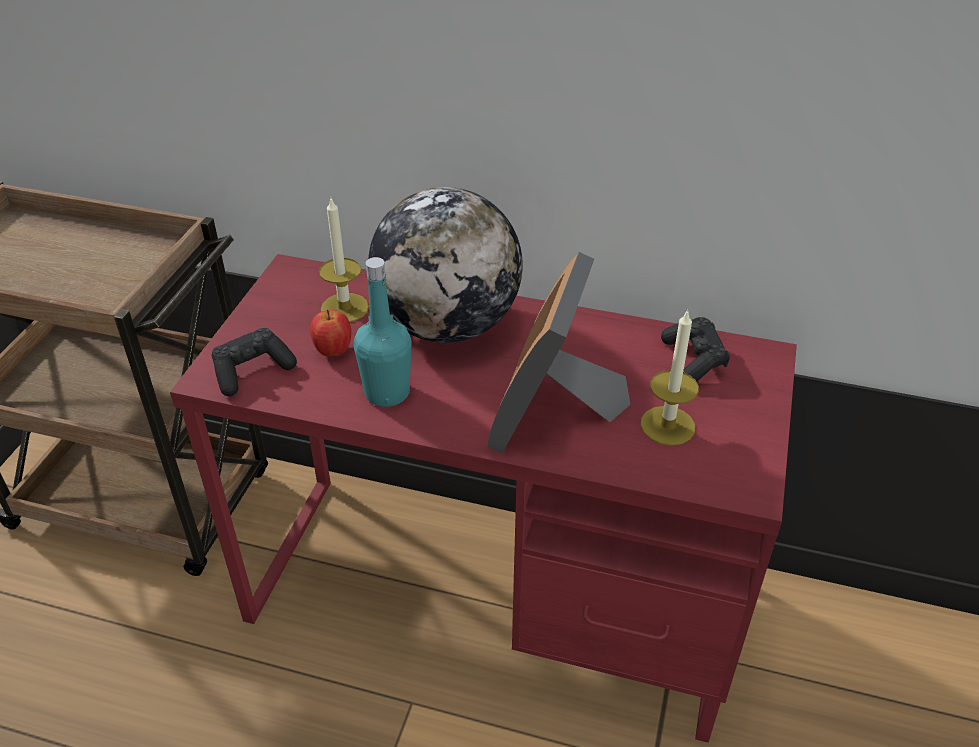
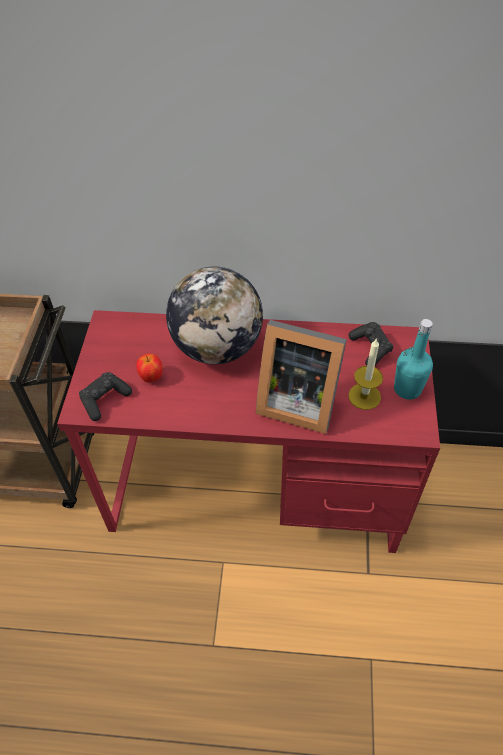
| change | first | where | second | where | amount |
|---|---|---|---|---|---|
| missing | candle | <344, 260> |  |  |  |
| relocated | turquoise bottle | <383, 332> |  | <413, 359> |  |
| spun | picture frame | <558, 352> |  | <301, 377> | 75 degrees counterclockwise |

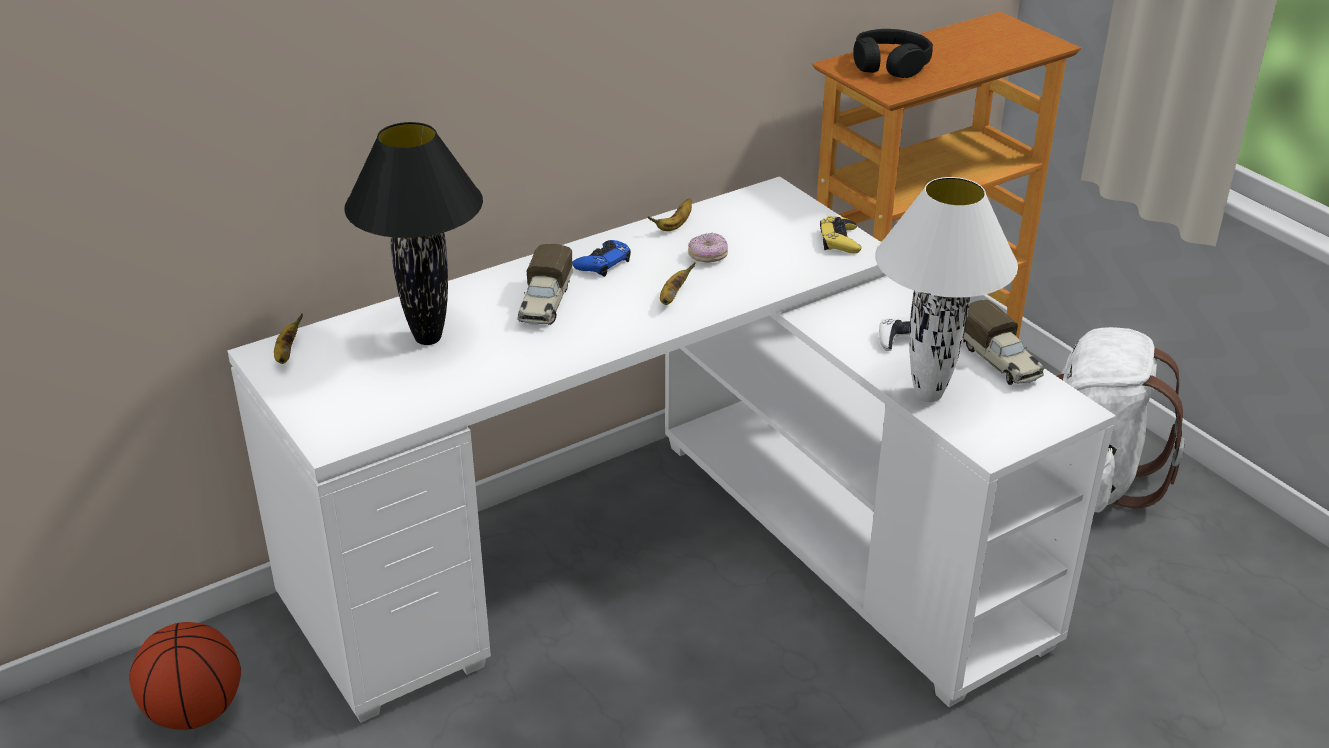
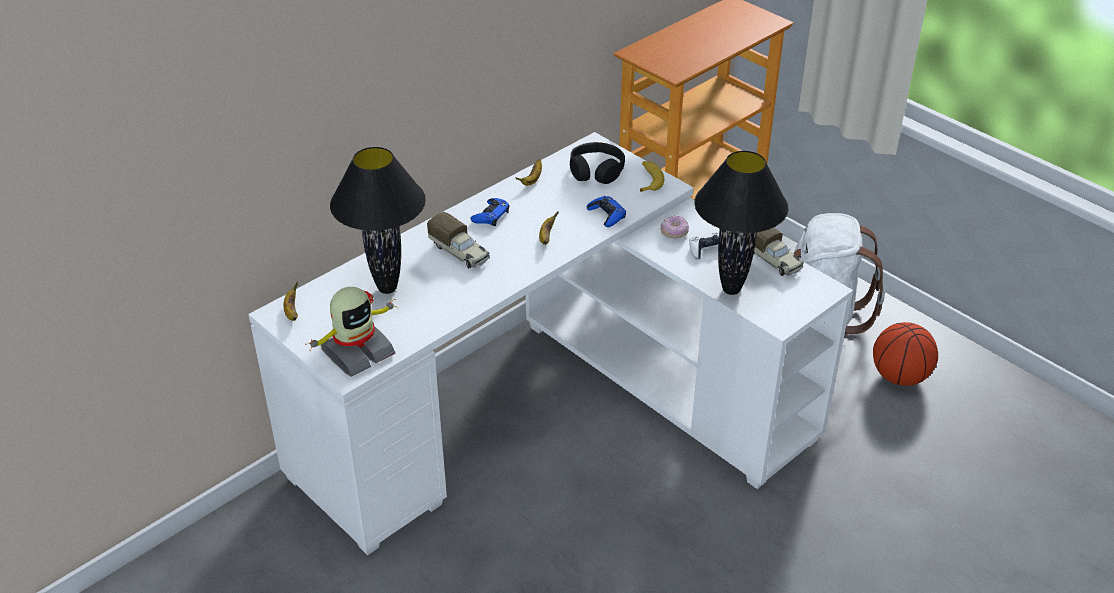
| change | first | where | second | where | amount |
|---|---|---|---|---|---|
| appeared |  |  | toy robot | <351, 332> |  |
| appeared |  |  | blue game controller | <606, 211> |  |
| relocated | basketball | <185, 676> |  | <905, 354> |  |
| relocated | donut | <708, 248> |  | <674, 226> |  |
| relocated | black headphones | <893, 53> |  | <597, 163> |  |
| exchanged | yellow game controller | <840, 234> | banana | <652, 176> |  |
| colour | white table lamp | <946, 289> | black table lamp | <741, 223> |  |
| spun | toy truck | <545, 284> |  | <458, 240> | 45 degrees counterclockwise |

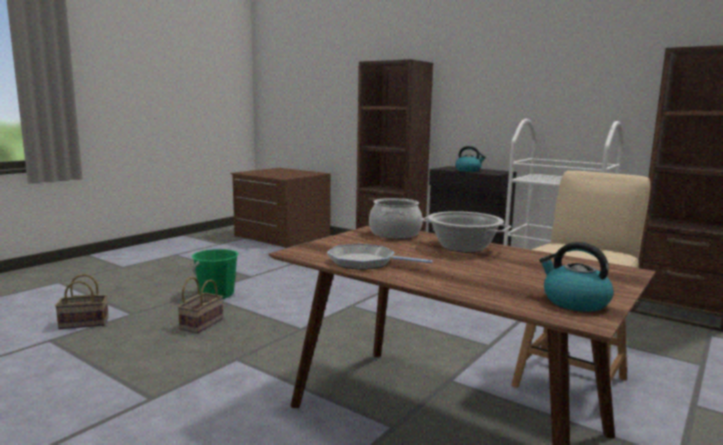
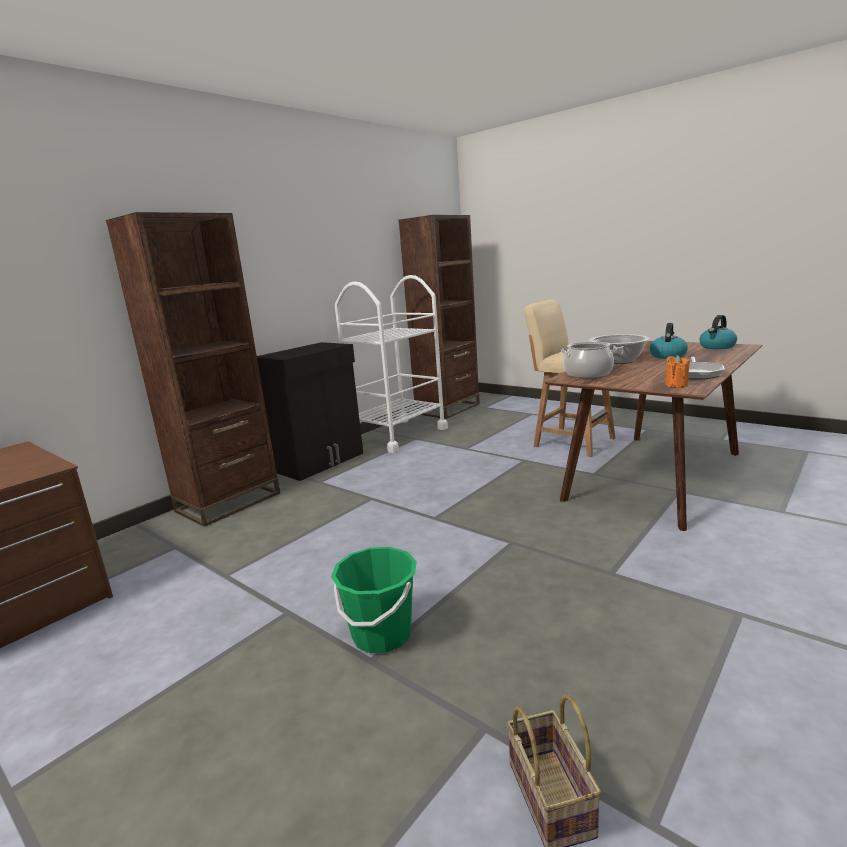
| change | first | where | second | where | amount |
|---|---|---|---|---|---|
| missing | basket | <200, 305> |  |  |  |
| appeared |  |  | orange candle | <677, 371> |  |
| relocated | kettle | <470, 159> |  | <669, 341> |  |

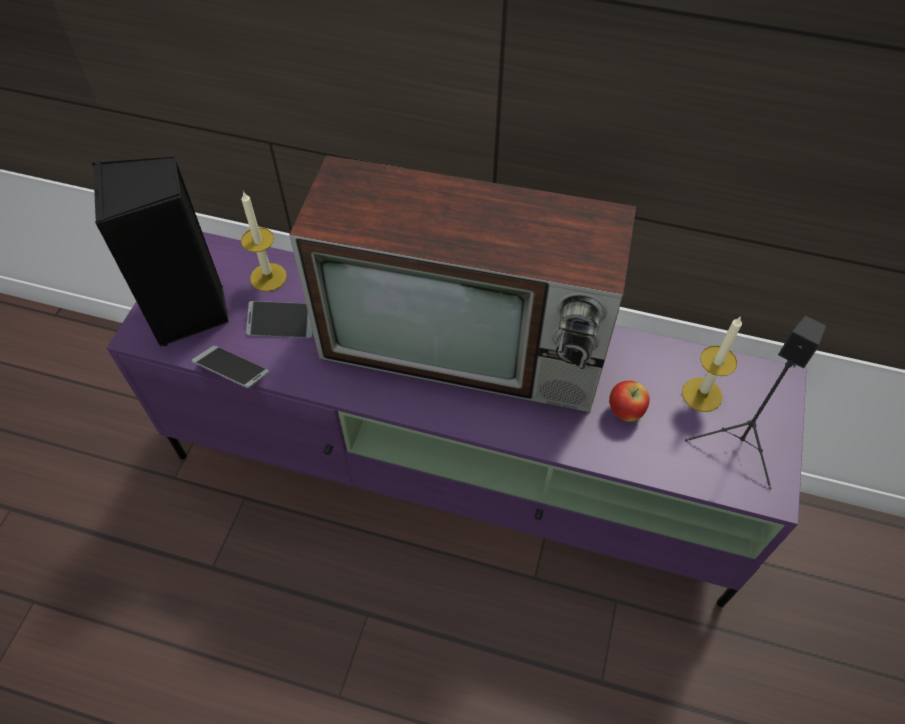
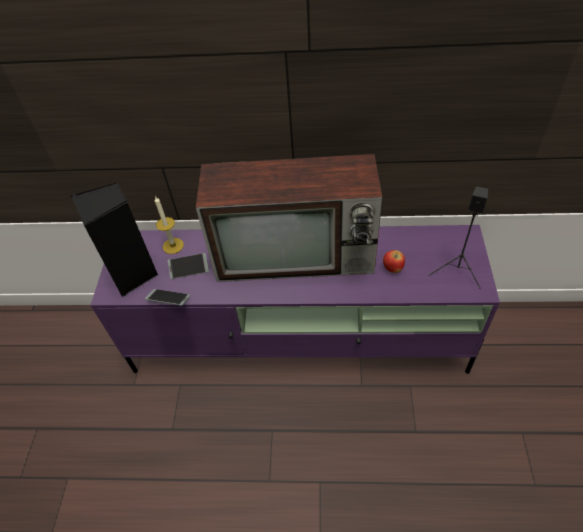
| change | first | where | second | where | amount |
|---|---|---|---|---|---|
| missing | candle | <712, 364> |  |  |  |

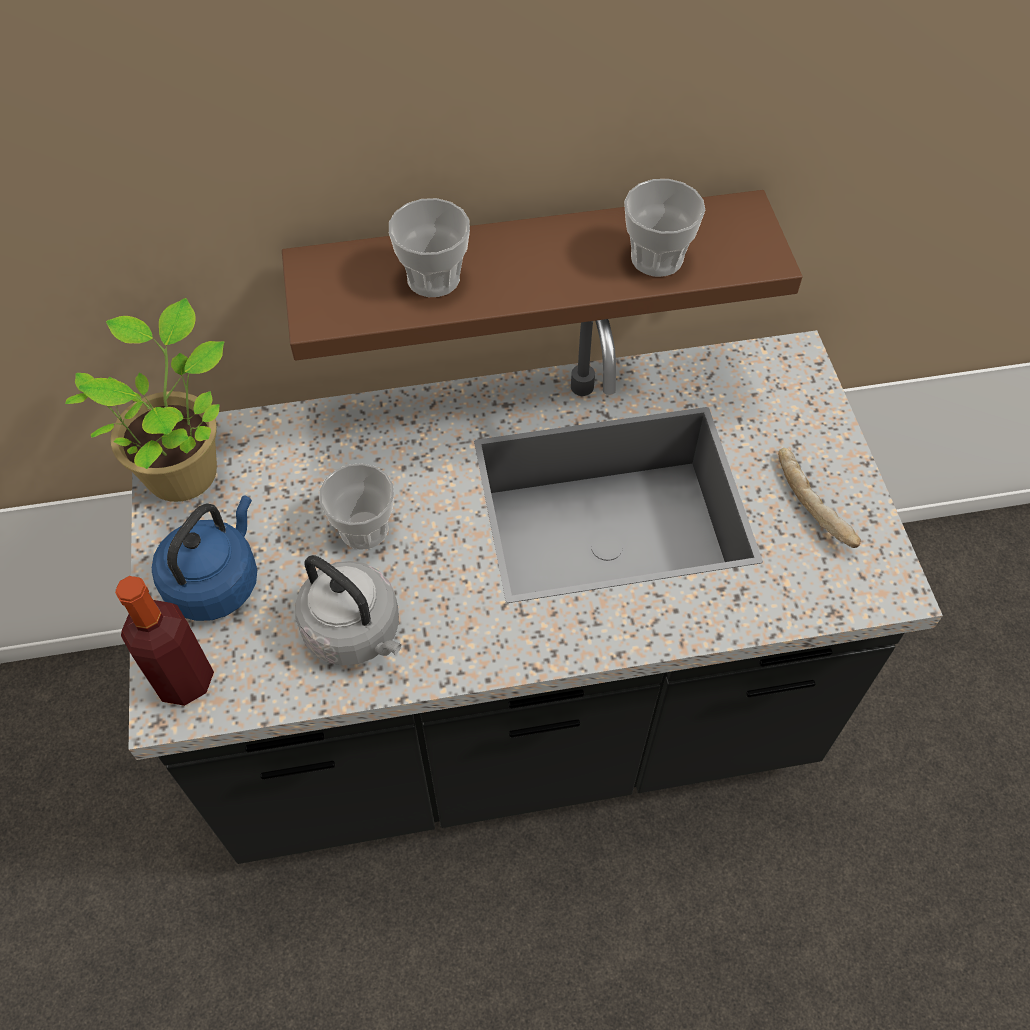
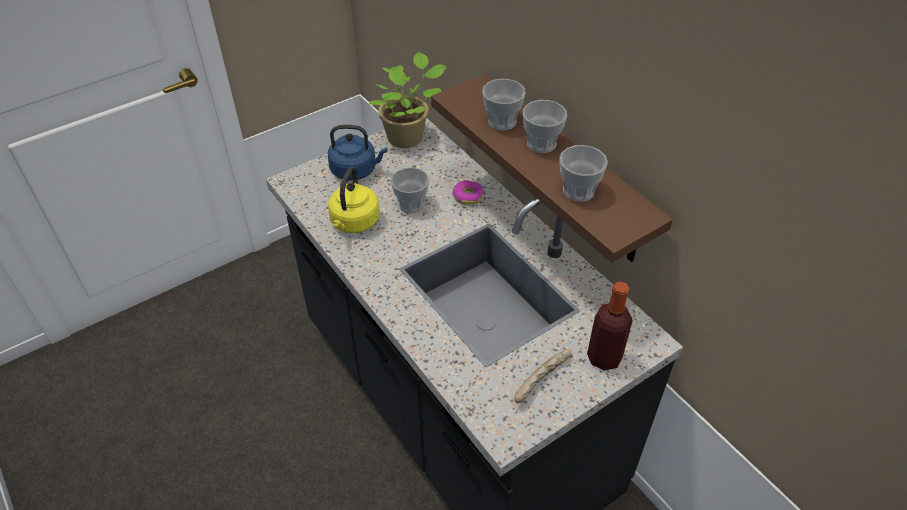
| change | first | where | second | where | amount |
|---|---|---|---|---|---|
| appeared |  |  | donut | <468, 193> |  |
| appeared |  |  | cup | <545, 126> |  |
| relocated | bottle | <164, 641> |  | <610, 326> |  |
| colour | grey kettle | <348, 610> | yellow kettle | <354, 200> |  |

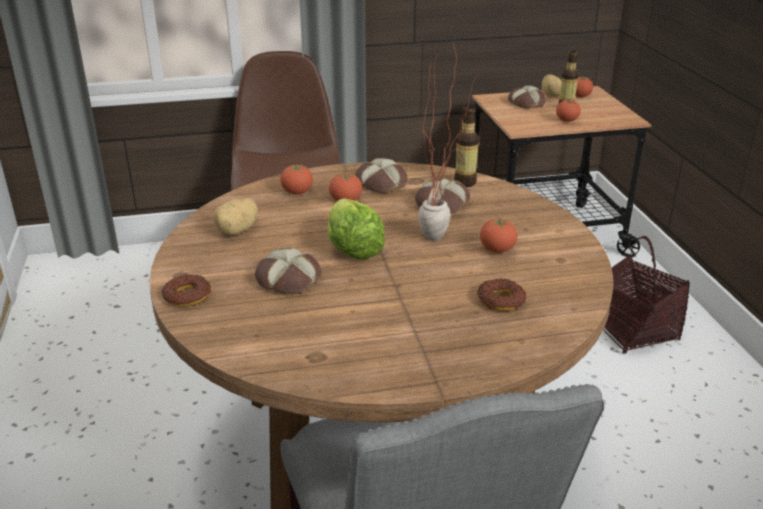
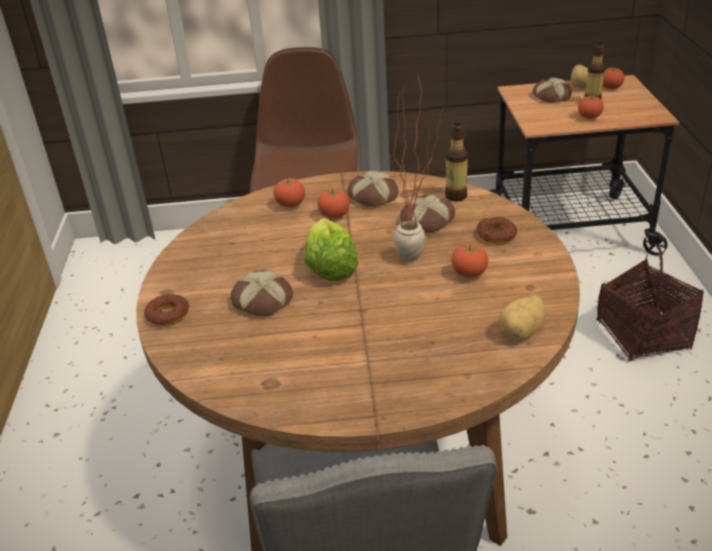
| change | first | where | second | where | amount |
|---|---|---|---|---|---|
| relocated | potato | <236, 216> |  | <522, 317> |  |
| relocated | donut | <501, 294> |  | <496, 230> |  |

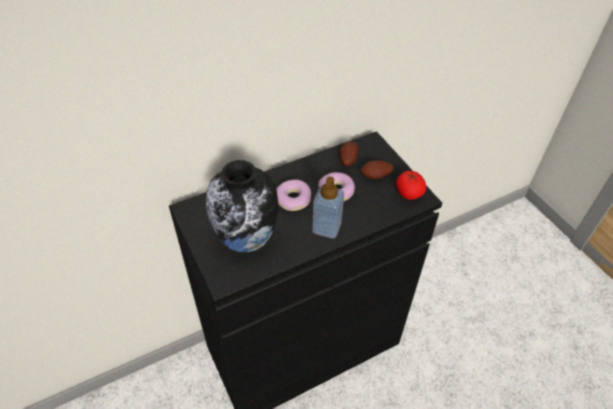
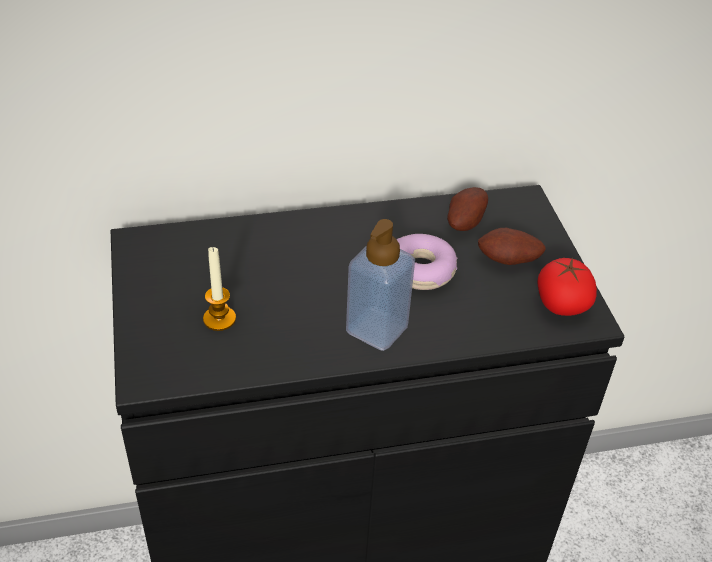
| change | first | where | second | where | amount |
|---|---|---|---|---|---|
| missing | donut | <293, 195> |  |  |  |
| exchanged | vase | <242, 206> | candle | <219, 289> |  |

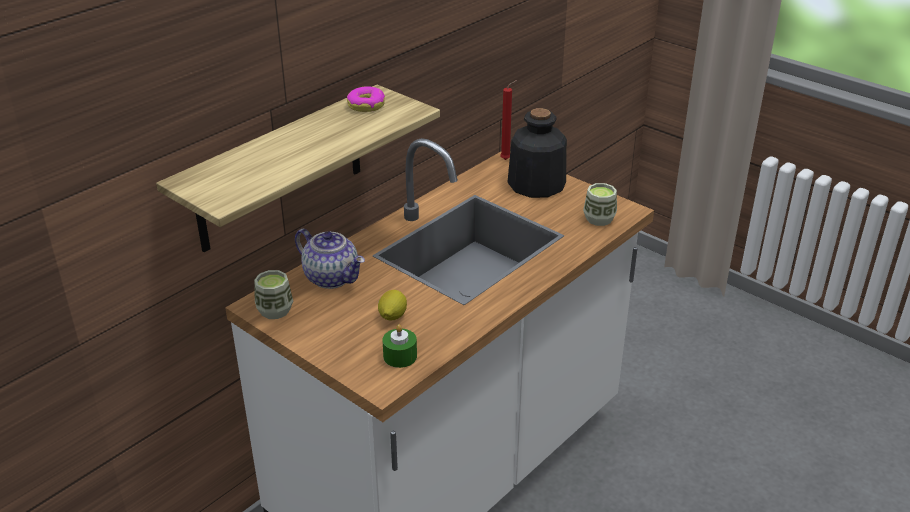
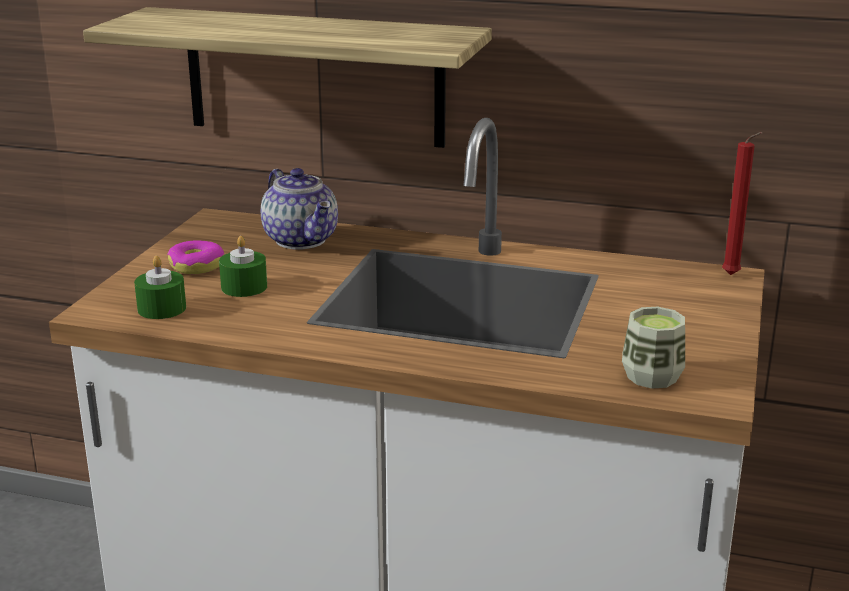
| change | first | where | second | where | amount |
|---|---|---|---|---|---|
| missing | cup | <273, 294> |  |  |  |
| missing | bottle | <537, 153> |  |  |  |
| relocated | donut | <366, 99> |  | <196, 257> |  |
| exchanged | lemon | <392, 305> | green candle | <243, 266> |  |
| spun | teapot | <330, 259> |  | <299, 209> | 45 degrees counterclockwise |

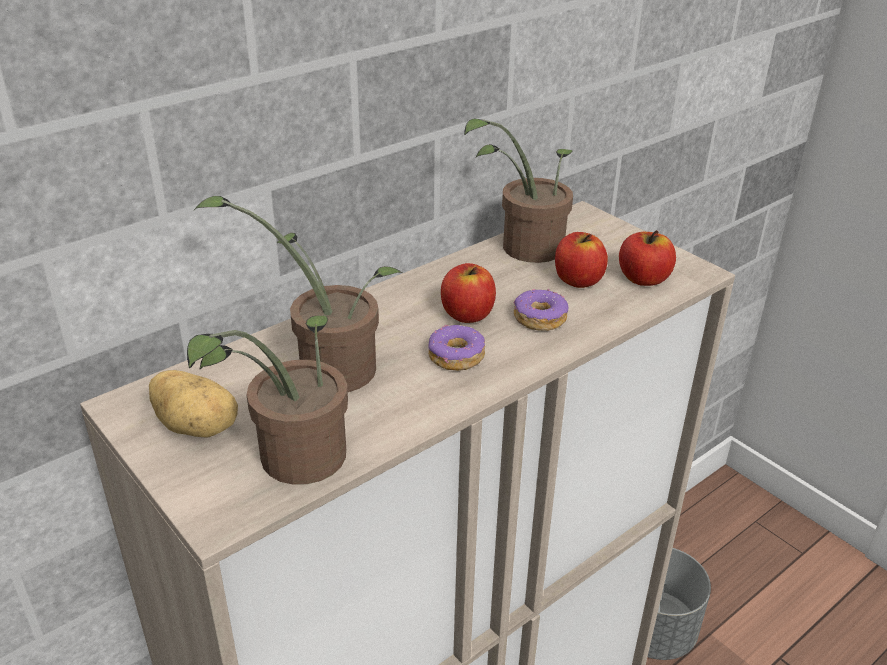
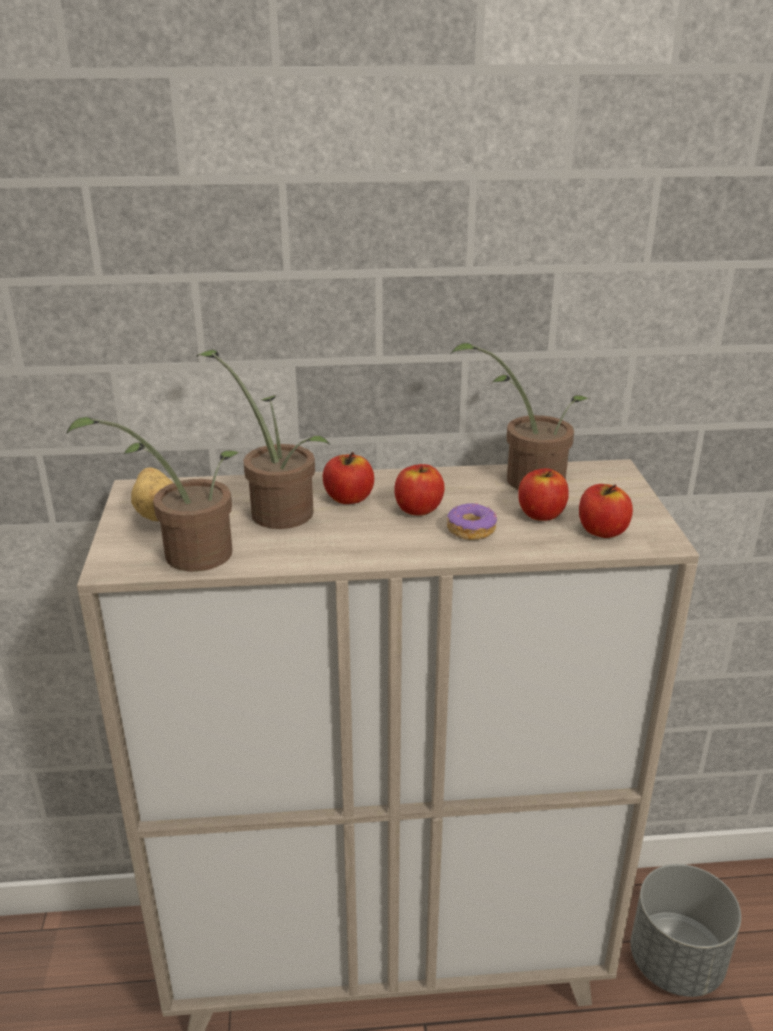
| change | first | where | second | where | amount |
|---|---|---|---|---|---|
| missing | donut | <456, 348> |  |  |  |
| appeared |  |  | apple | <348, 478> |  |

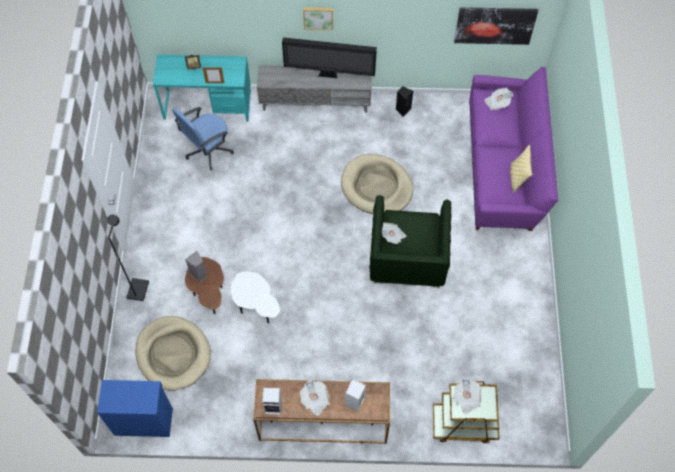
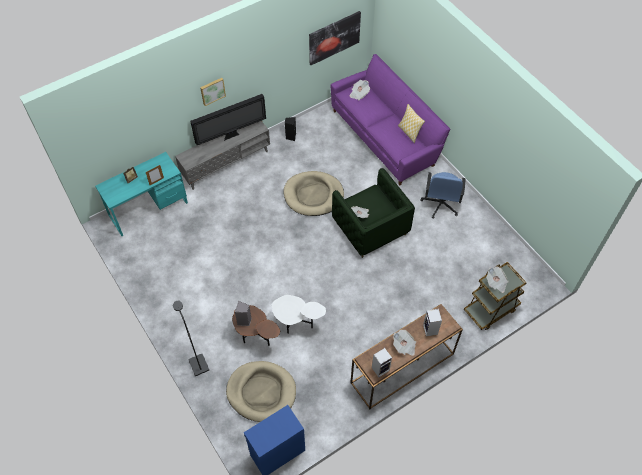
| change | first | where | second | where | amount |
|---|---|---|---|---|---|
| relocated | blue office chair | <203, 139> |  | <443, 195> |  |

